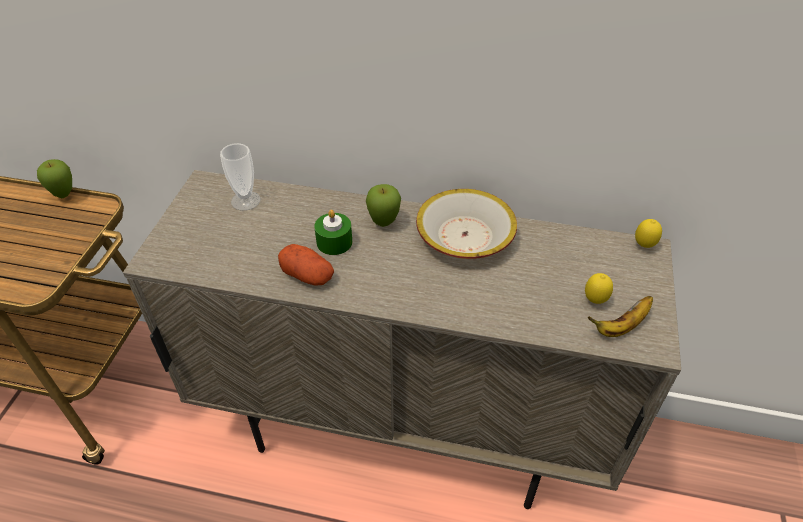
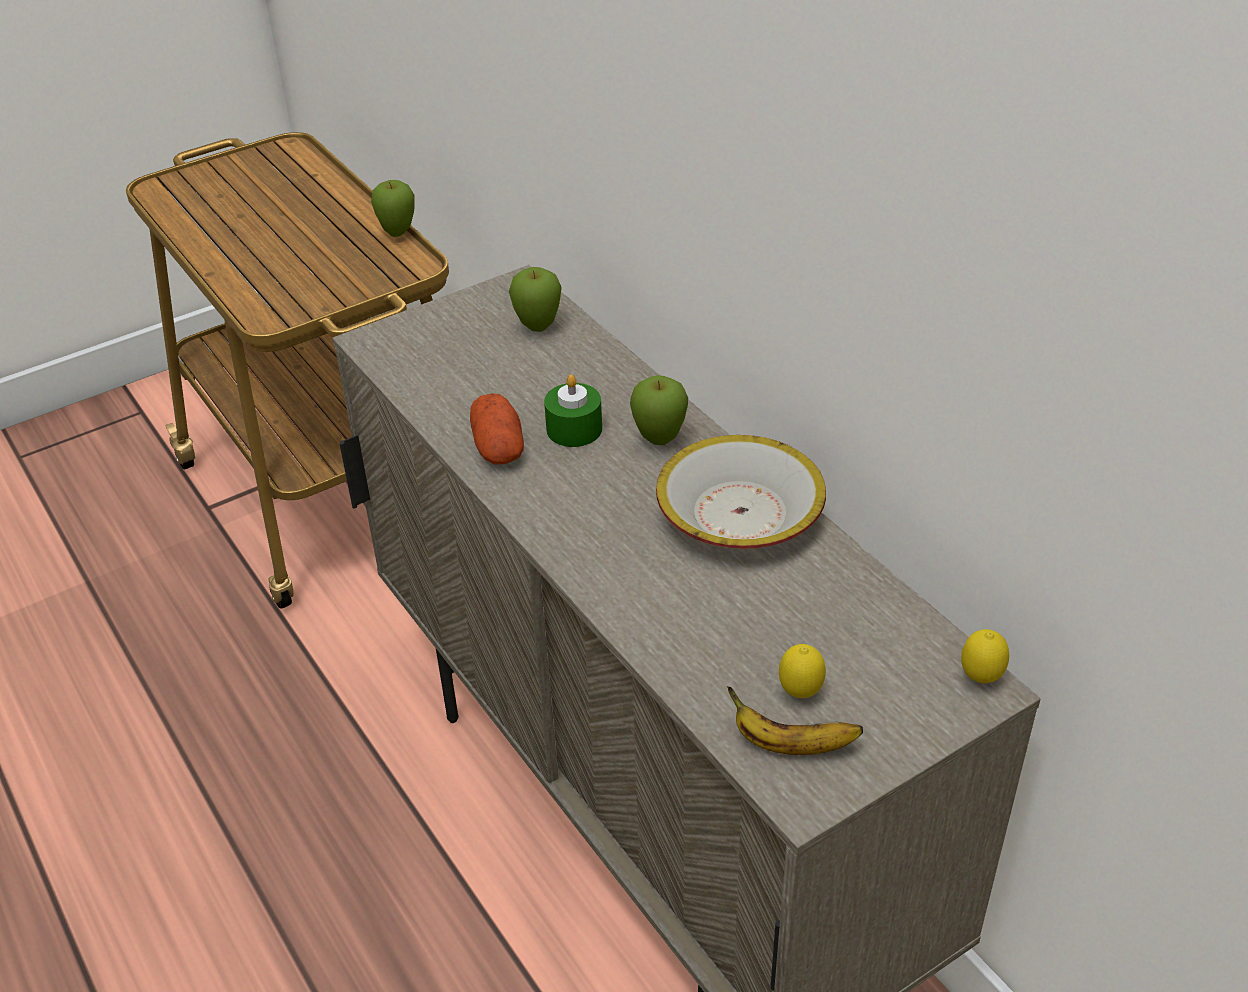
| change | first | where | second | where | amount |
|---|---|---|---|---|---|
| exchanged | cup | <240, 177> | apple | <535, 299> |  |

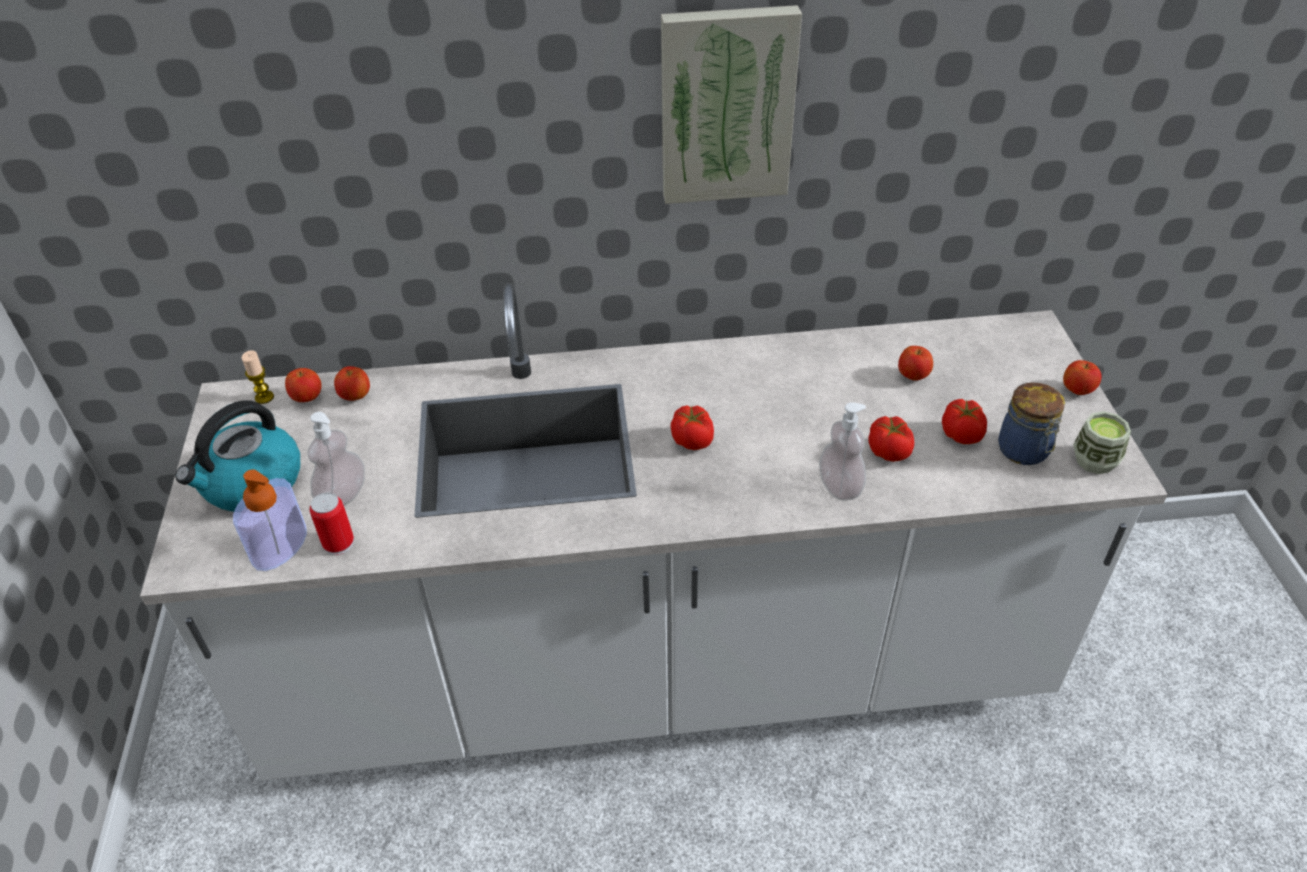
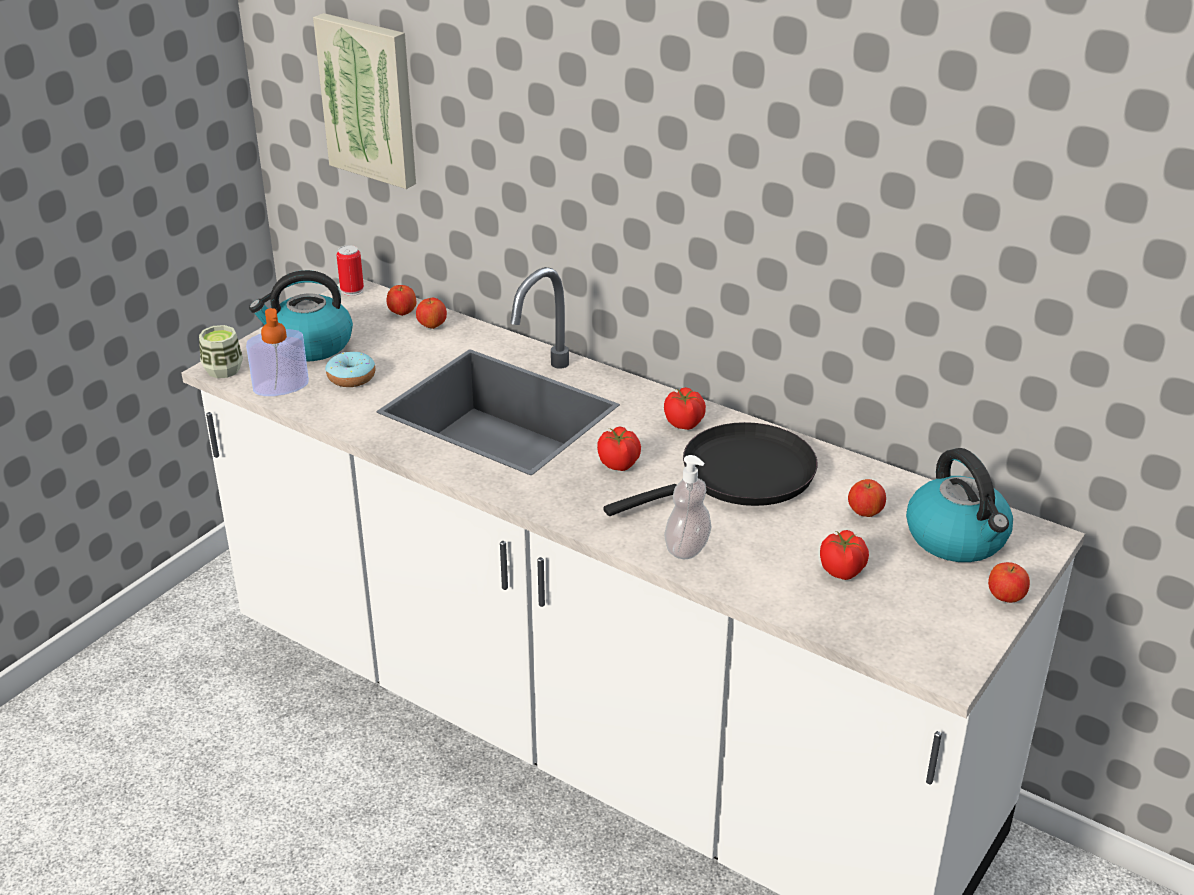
| change | first | where | second | where | amount |
|---|---|---|---|---|---|
| missing | candle | <258, 377> |  |  |  |
| missing | jar | <1031, 424> |  |  |  |
| appeared |  |  | black frying pan | <710, 469> |  |
| appeared |  |  | kettle | <959, 505> |  |
| relocated | can | <332, 523> |  | <350, 270> |  |
| relocated | picture | <731, 104> |  | <364, 101> |  |
| relocated | tomato | <891, 439> |  | <685, 408> |  |
| relocated | cup | <1102, 442> |  | <221, 351> |  |
| exchanged | soap dispenser | <336, 459> | donut | <350, 369> |  |

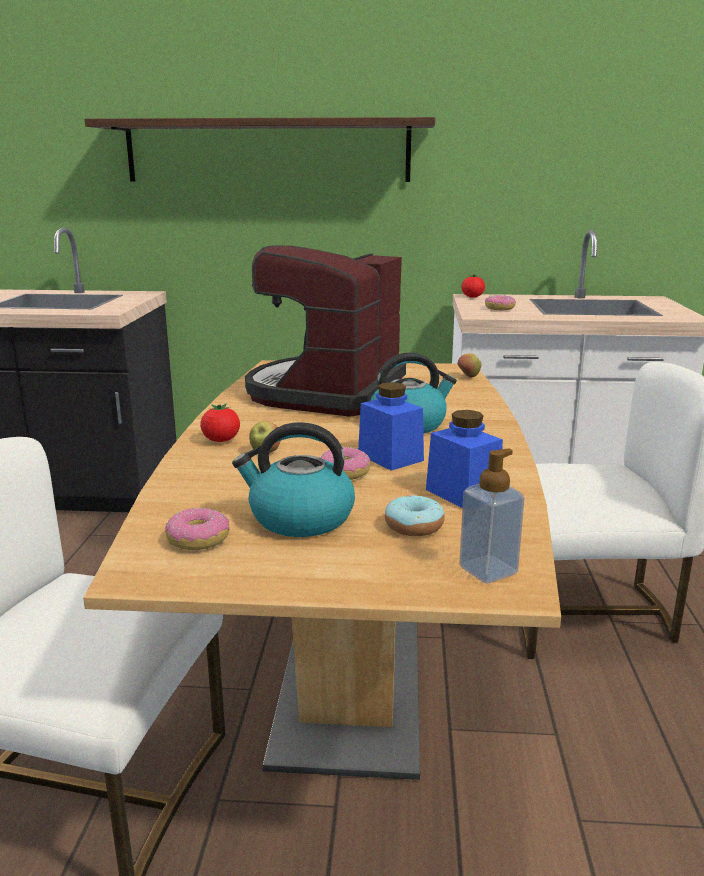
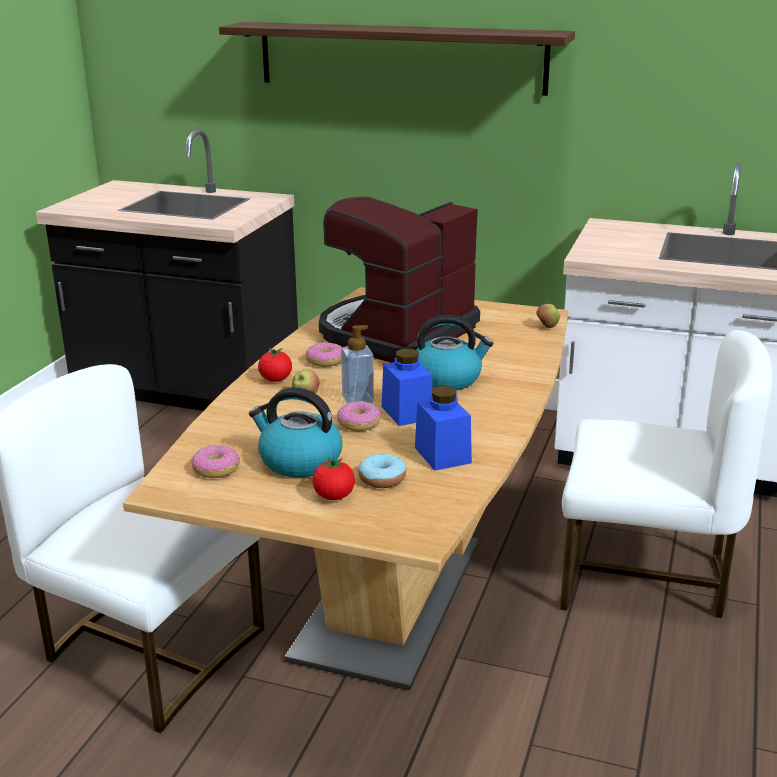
| change | first | where | second | where | amount |
|---|---|---|---|---|---|
| relocated | soap dispenser | <491, 515> |  | <357, 364> |  |
| relocated | tomato | <473, 286> |  | <333, 478> |  |
| relocated | donut | <500, 302> |  | <324, 354> |  |

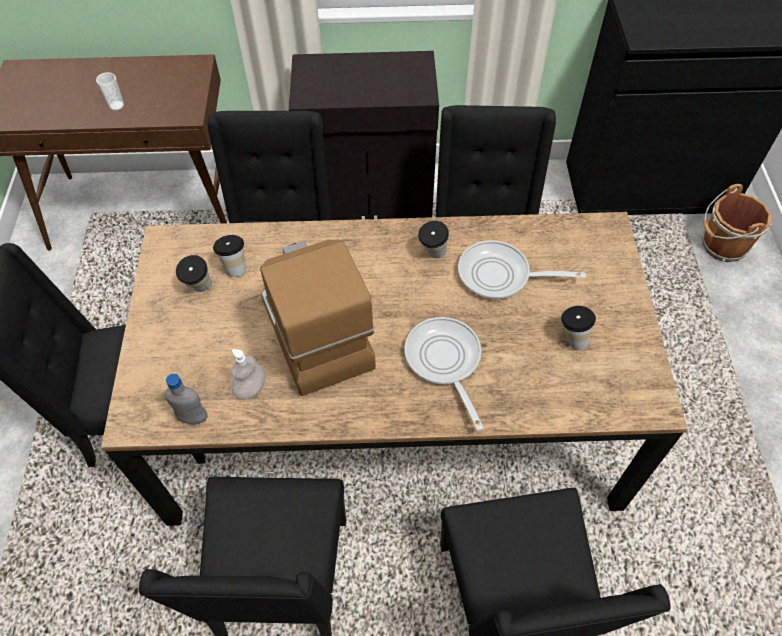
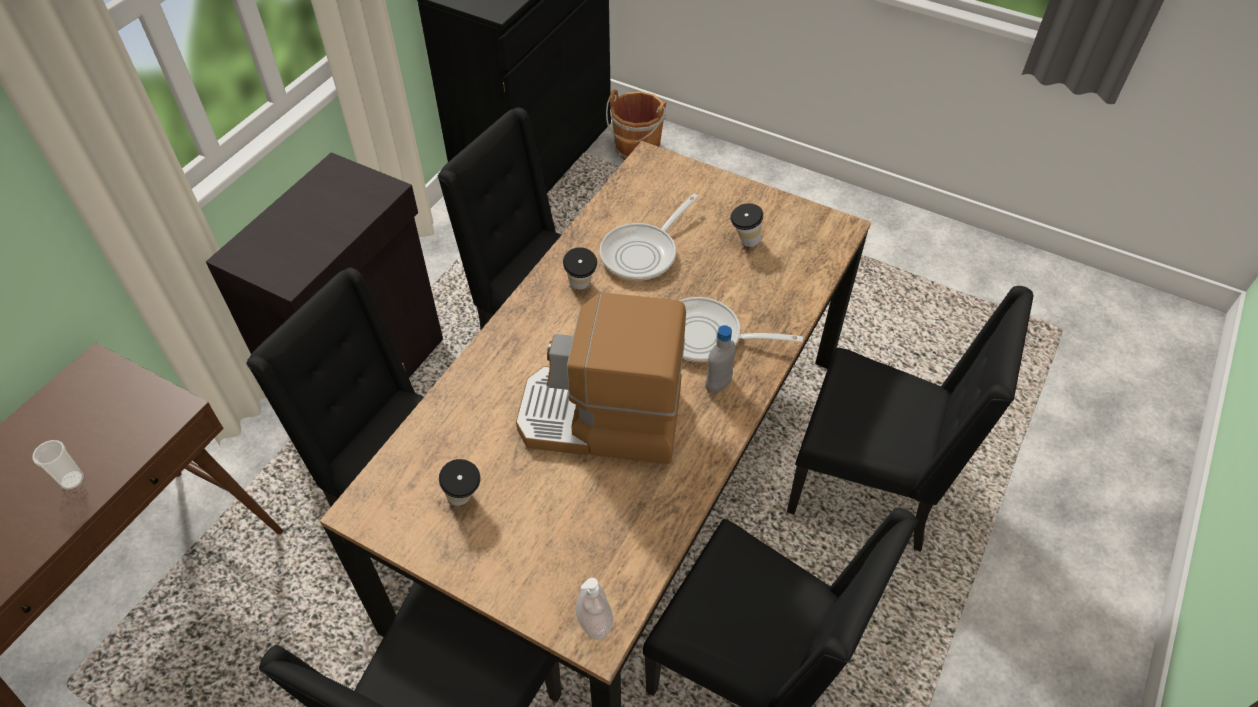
| change | first | where | second | where | amount |
|---|---|---|---|---|---|
| missing | cup | <229, 256> |  |  |  |
| relocated | grey bottle | <185, 399> |  | <720, 359> |  |
| relocated | soap dispenser | <248, 374> |  | <594, 609> |  |

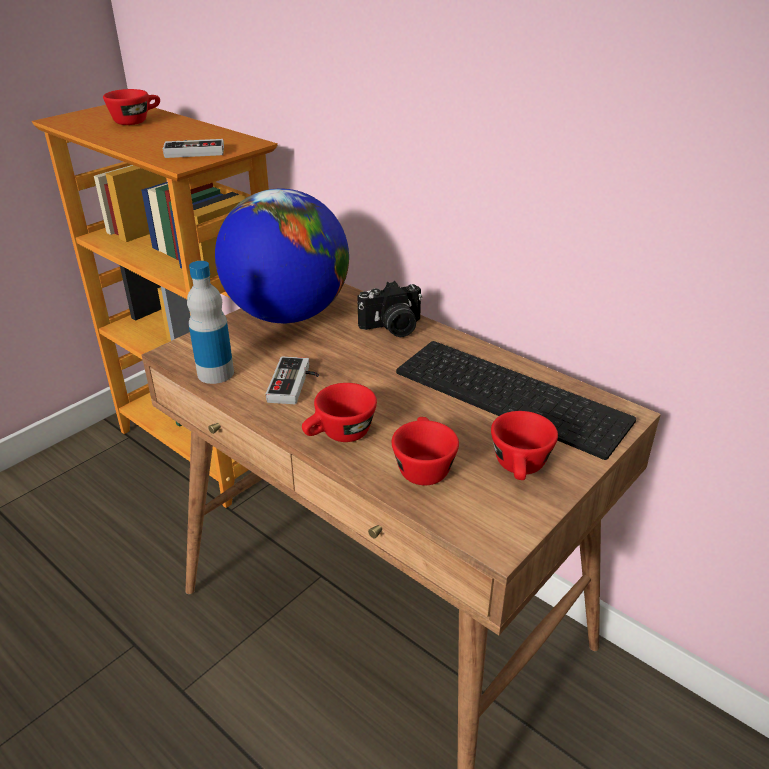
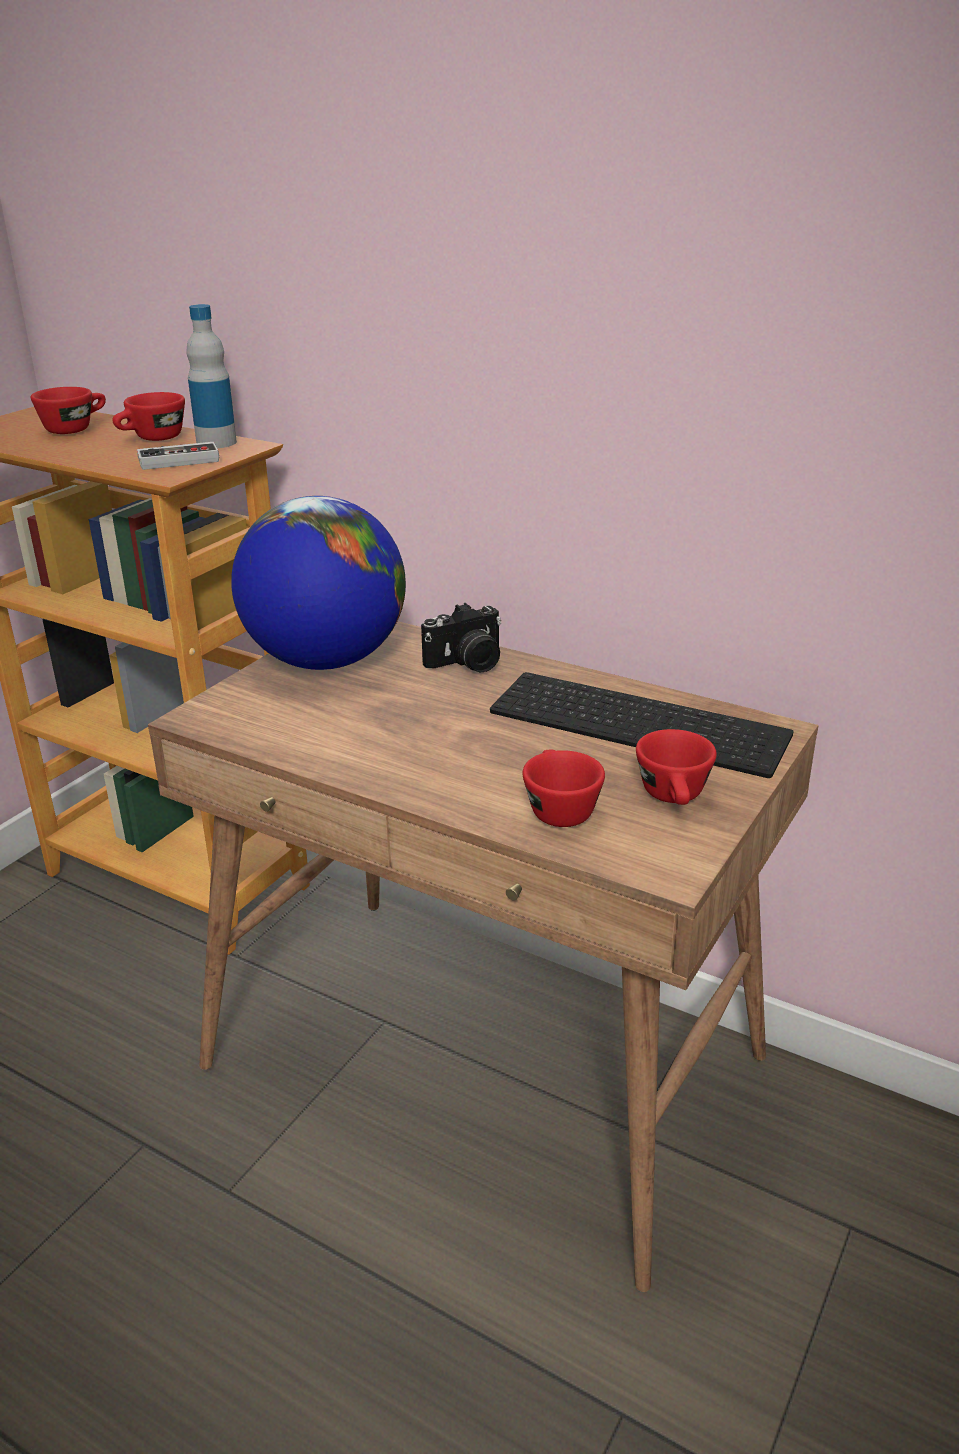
| change | first | where | second | where | amount |
|---|---|---|---|---|---|
| missing | game controller | <292, 380> |  |  |  |
| relocated | bottle | <210, 322> |  | <211, 376> |  |
| relocated | red cup | <339, 412> |  | <148, 416> |  |

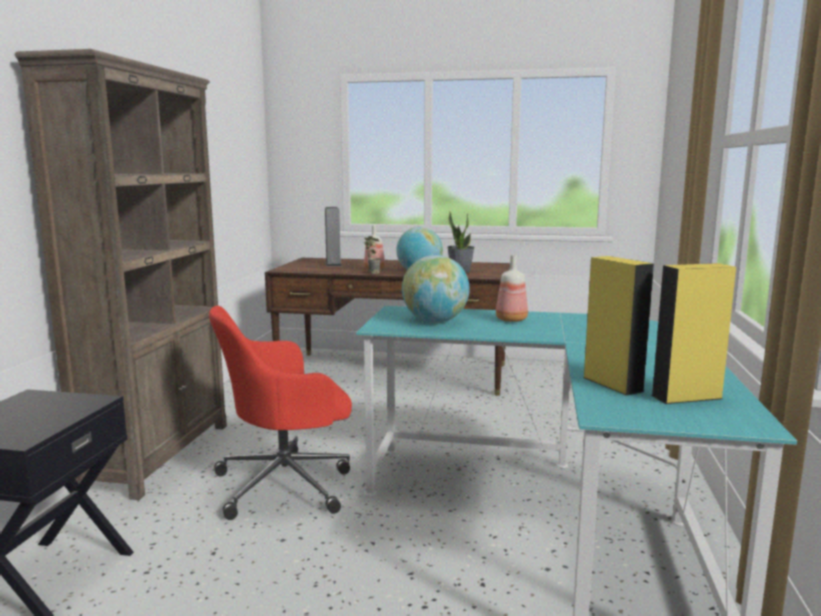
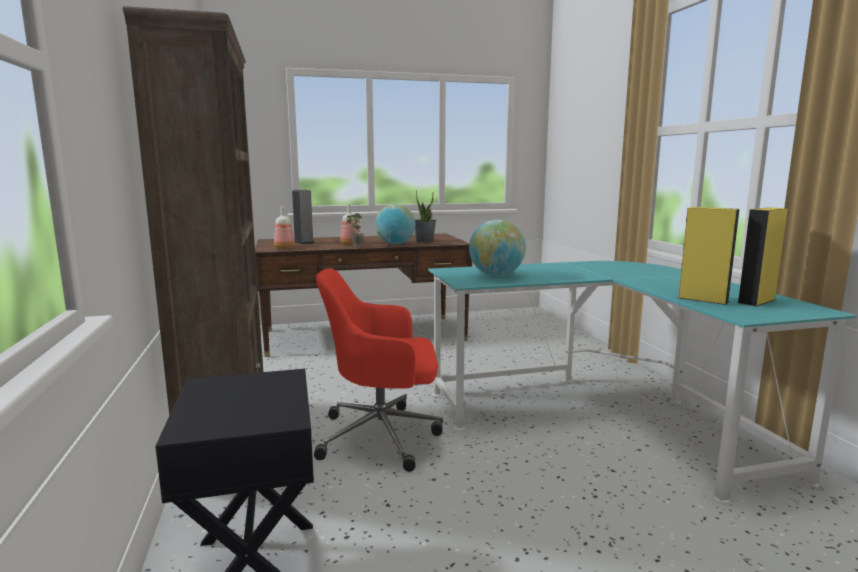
| change | first | where | second | where | amount |
|---|---|---|---|---|---|
| relocated | bottle | <512, 288> |  | <284, 227> |  |
| spun | red office chair | <280, 413> |  | <378, 370> | 45 degrees clockwise |

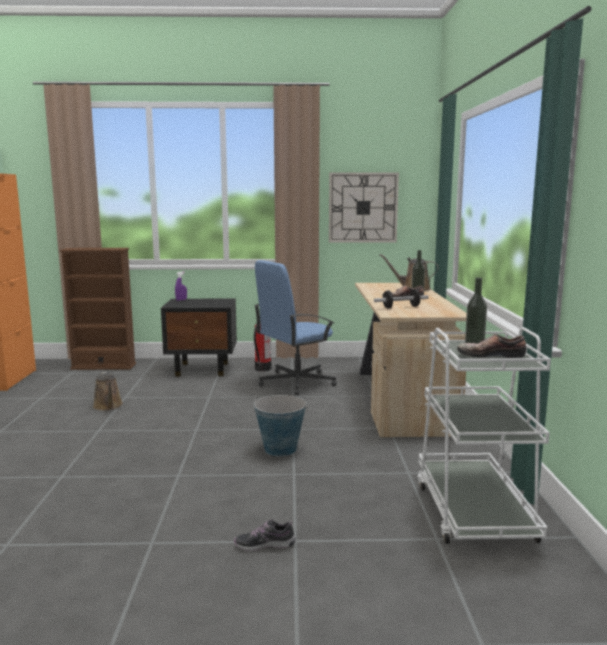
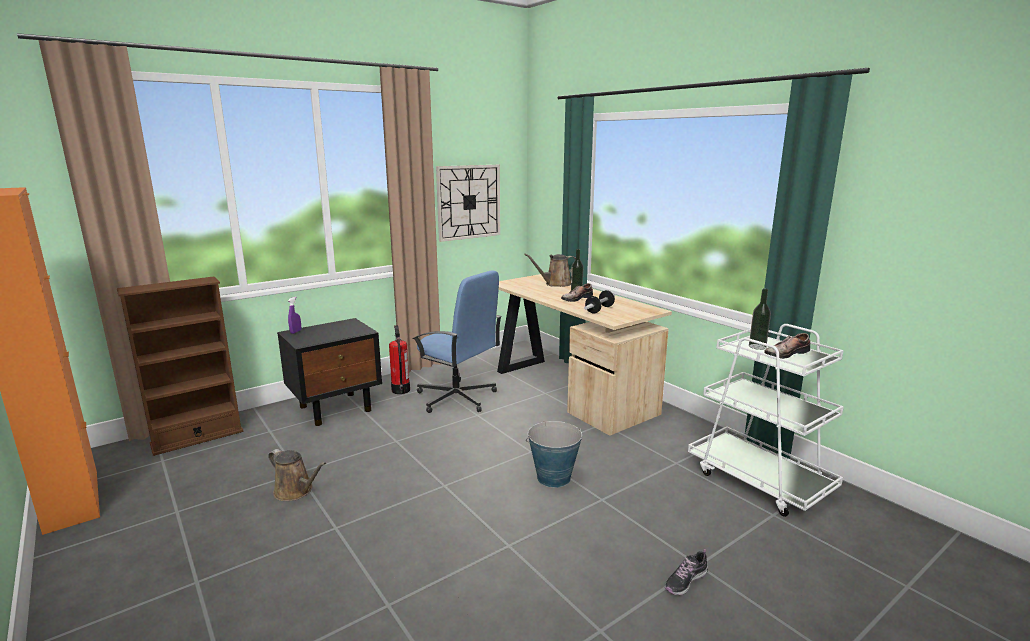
| change | first | where | second | where | amount |
|---|---|---|---|---|---|
| spun | blue office chair | <295, 327> |  | <457, 341> | 75 degrees counterclockwise |

